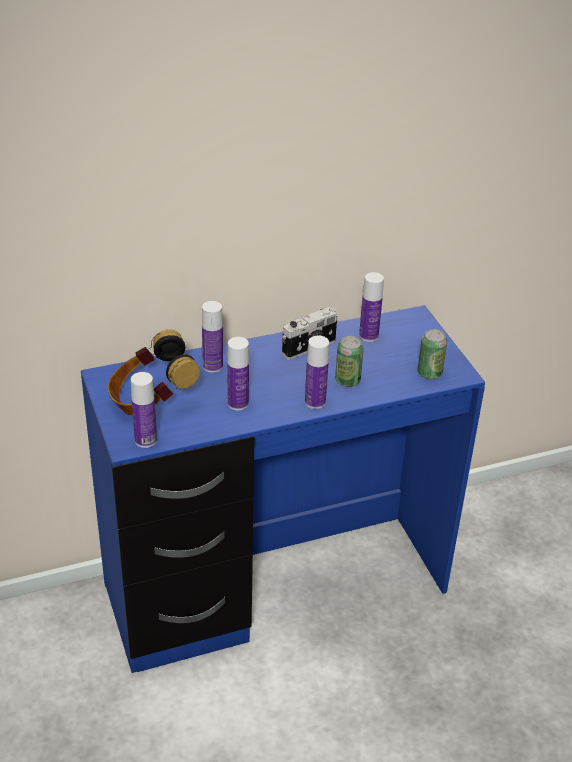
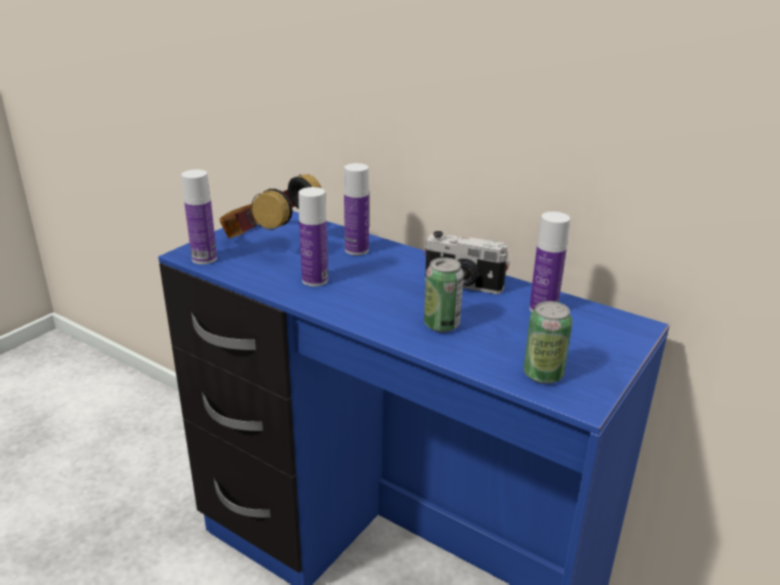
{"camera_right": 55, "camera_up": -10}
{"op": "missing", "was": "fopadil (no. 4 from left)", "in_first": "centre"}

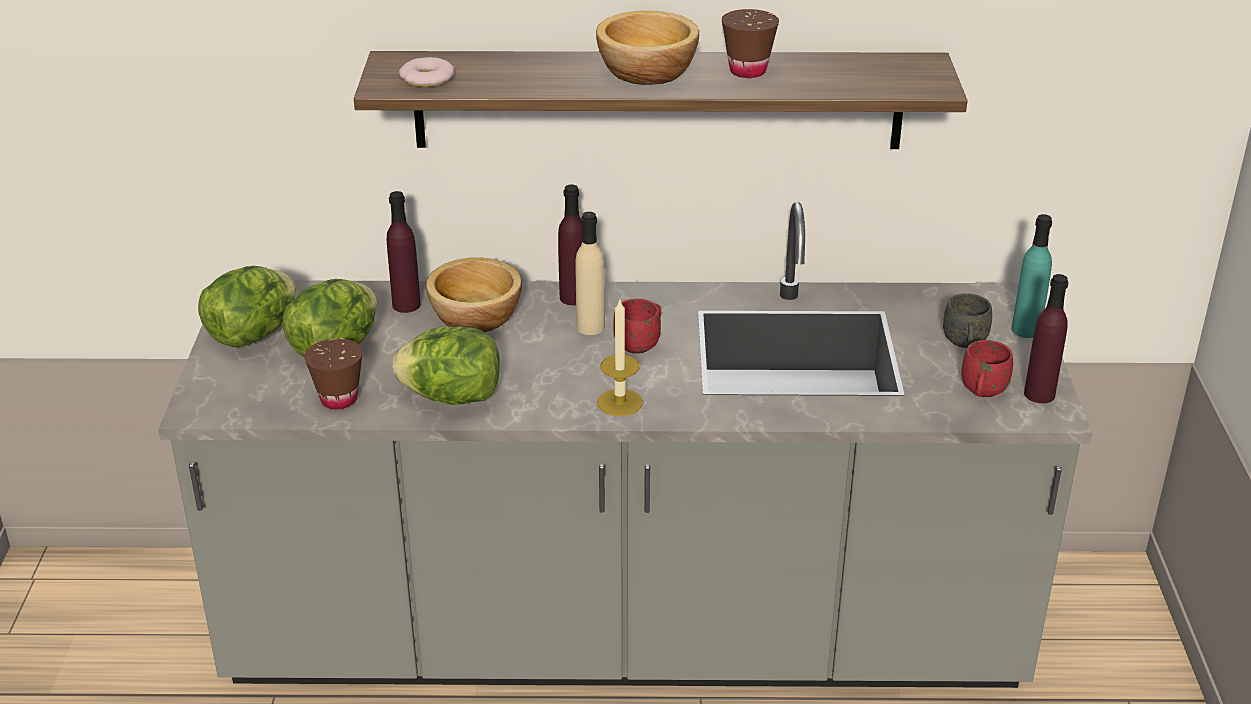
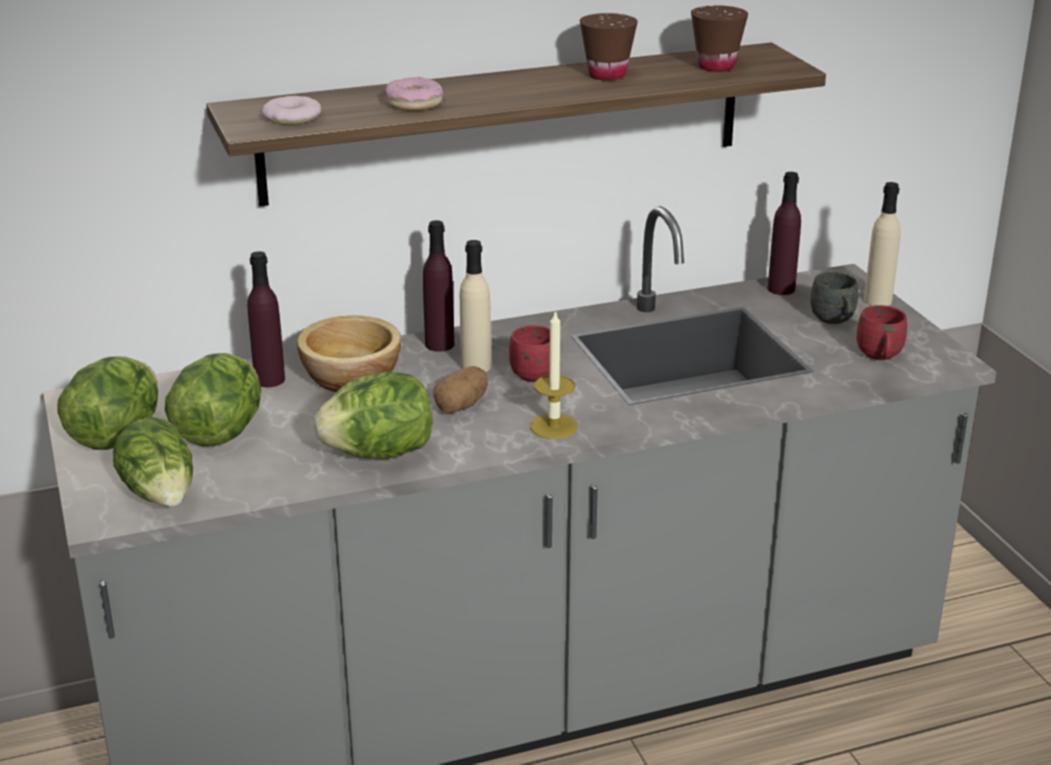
{"camera_right": -20, "camera_up": -5}
{"op": "relocated", "was": "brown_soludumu (no. 1 from left in the first image)", "now": "brown_soludumu (no. 2 from left)", "in_first": "middle left", "in_second": "top right"}
{"op": "missing", "was": "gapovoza (no. 2 from left)", "in_first": "top centre"}
{"op": "colour", "was": "turquoise_fopadil", "now": "beige_fopadil (no. 2 from left)", "in_first": "middle right", "in_second": "top right"}
{"op": "relocated", "was": "purple_fopadil (no. 3 from left)", "in_first": "middle right", "in_second": "top right"}
{"op": "appeared", "now": "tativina (no. 2 from left)", "in_second": "middle left"}
{"op": "appeared", "now": "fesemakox (no. 2 from left)", "in_second": "top centre"}
{"op": "appeared", "now": "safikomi", "in_second": "centre"}

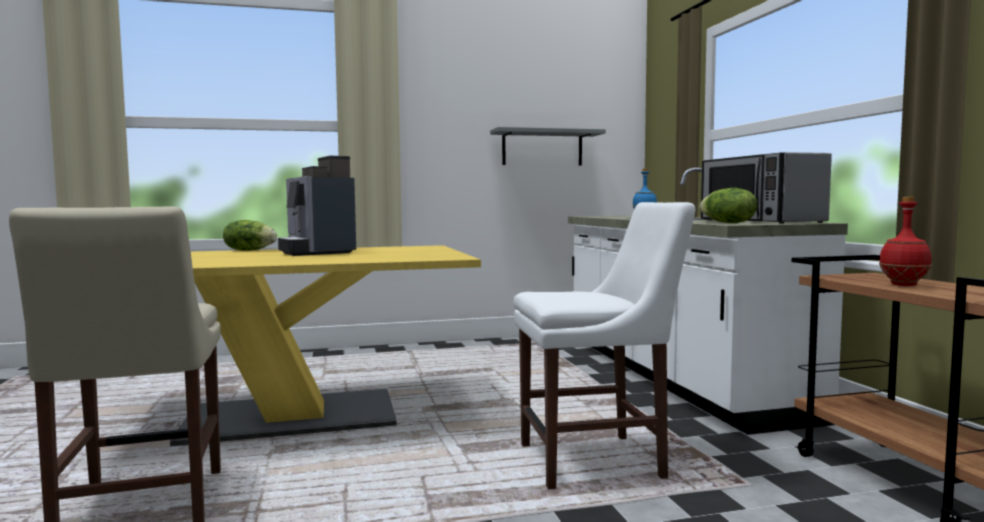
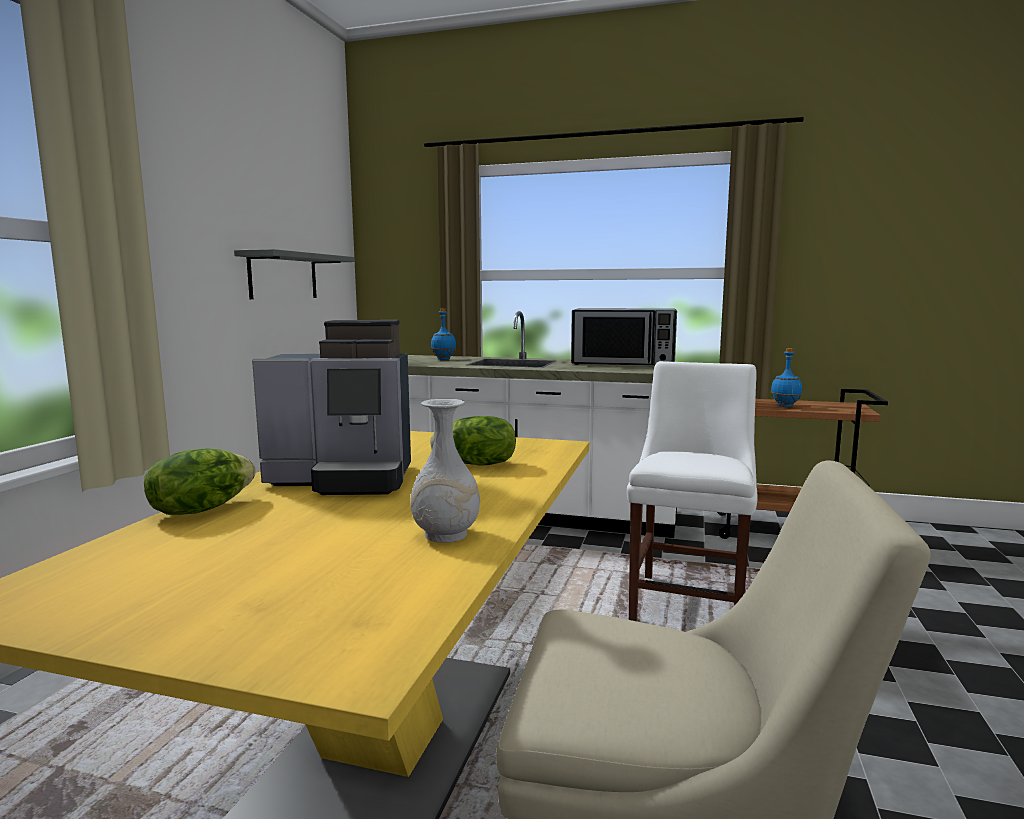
{"camera_right": -60, "camera_up": 5}
{"op": "relocated", "was": "tativina (no. 2 from left)", "in_first": "middle right", "in_second": "centre"}
{"op": "colour", "was": "red_fopadil", "now": "blue_fopadil (no. 2 from left)", "in_first": "middle right", "in_second": "middle right"}
{"op": "appeared", "now": "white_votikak", "in_second": "centre"}

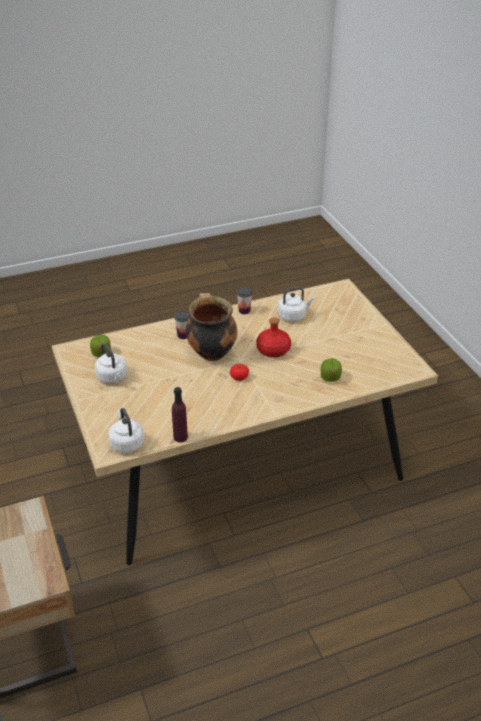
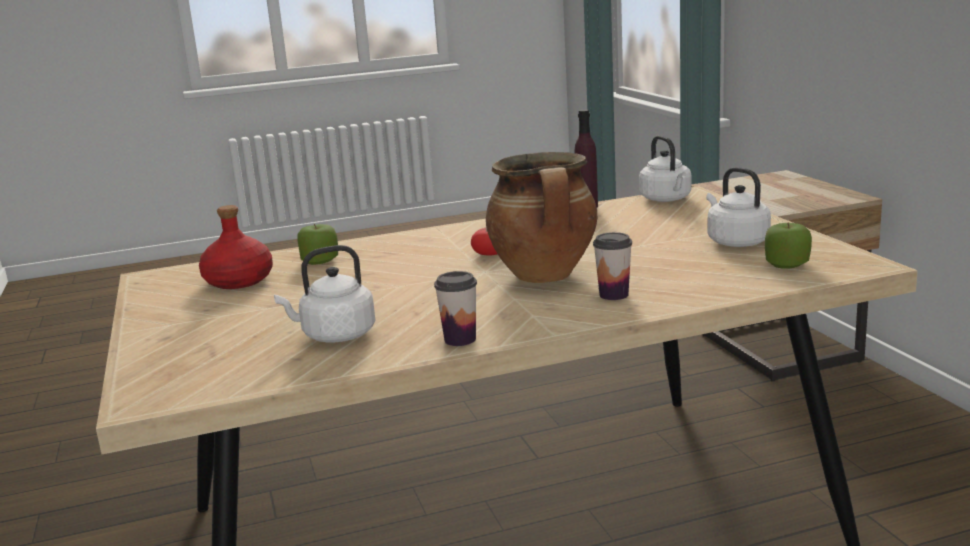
{"camera_right": -175, "camera_up": -20}
{"op": "relocated", "was": "red_fopadil", "in_first": "centre", "in_second": "middle left"}

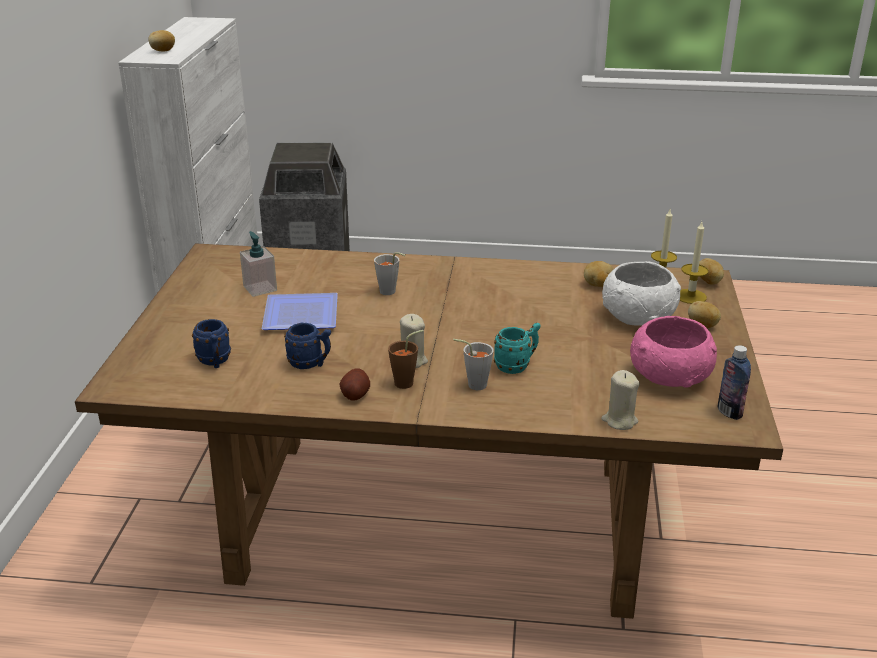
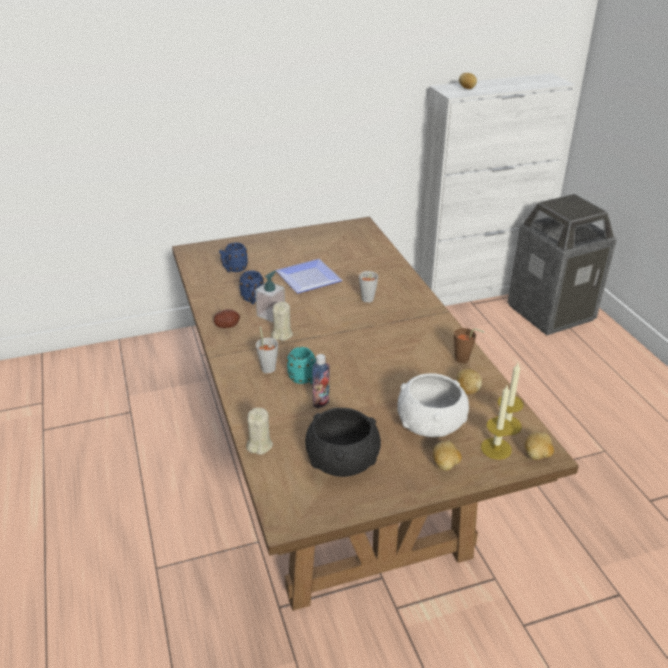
{"camera_right": 65, "camera_up": 5}
{"op": "relocated", "was": "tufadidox", "in_first": "middle left", "in_second": "centre"}
{"op": "relocated", "was": "brown_soludumu", "in_first": "centre", "in_second": "middle right"}
{"op": "colour", "was": "pink_gapovoza", "now": "black_gapovoza", "in_first": "middle right", "in_second": "centre"}
{"op": "relocated", "was": "fopadil", "in_first": "middle right", "in_second": "centre"}

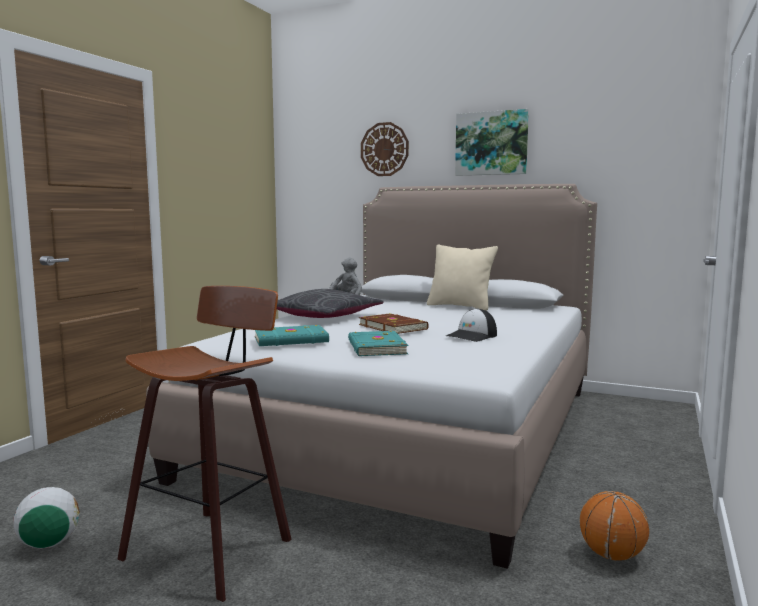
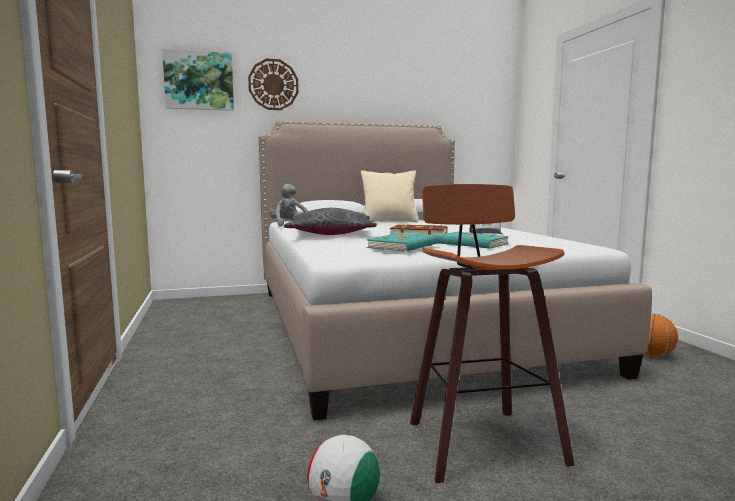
{"camera_right": -40, "camera_up": 0}
{"op": "relocated", "was": "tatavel", "in_first": "top centre", "in_second": "top left"}

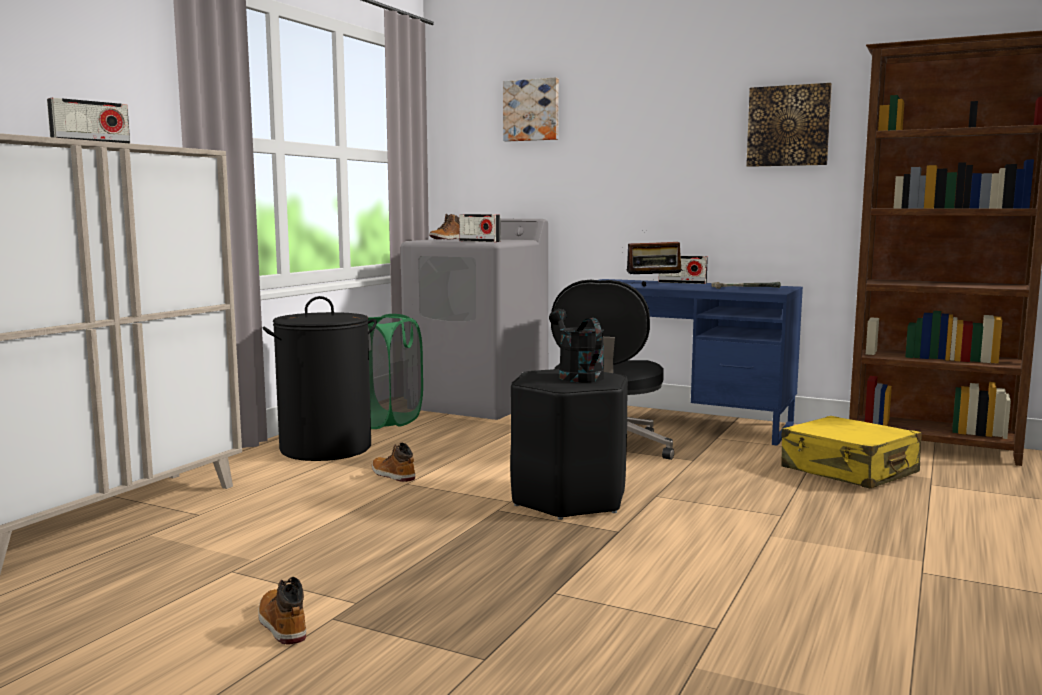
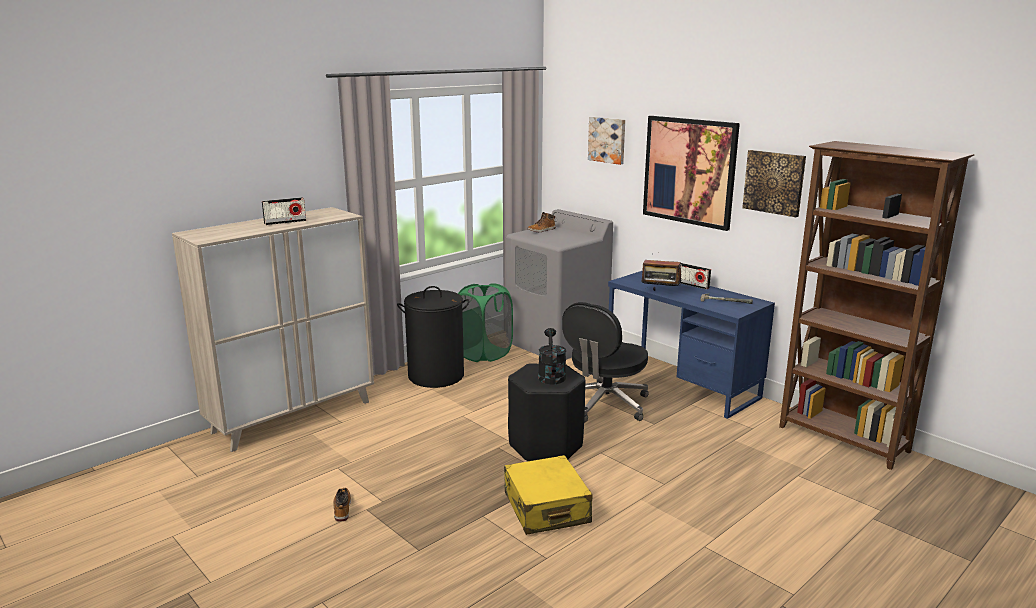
{"camera_right": 20, "camera_up": 10}
{"op": "missing", "was": "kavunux (no. 2 from left)", "in_first": "centre"}
{"op": "missing", "was": "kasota (no. 2 from left)", "in_first": "top centre"}
{"op": "relocated", "was": "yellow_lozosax", "in_first": "middle right", "in_second": "bottom centre"}
{"op": "appeared", "now": "tatavel (no. 2 from left)", "in_second": "top right"}

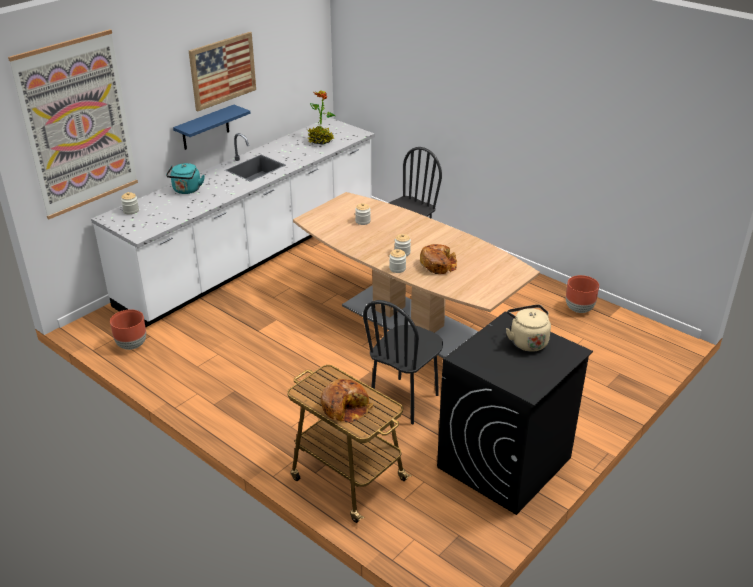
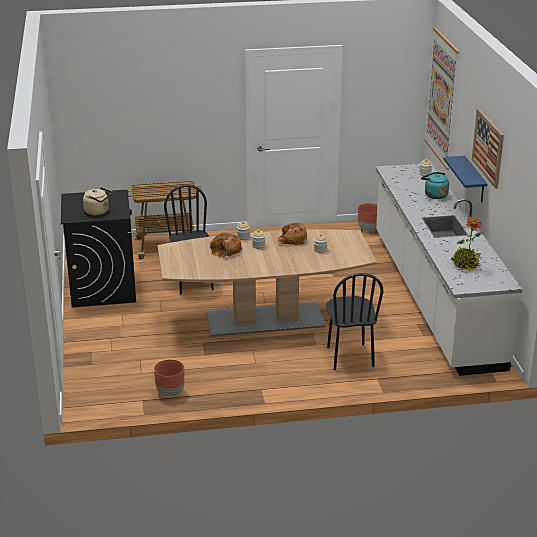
{"camera_right": 130, "camera_up": -5}
{"op": "relocated", "was": "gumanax (no. 1 from left in the first image)", "now": "gumanax (no. 2 from left)", "in_first": "bottom centre", "in_second": "centre"}

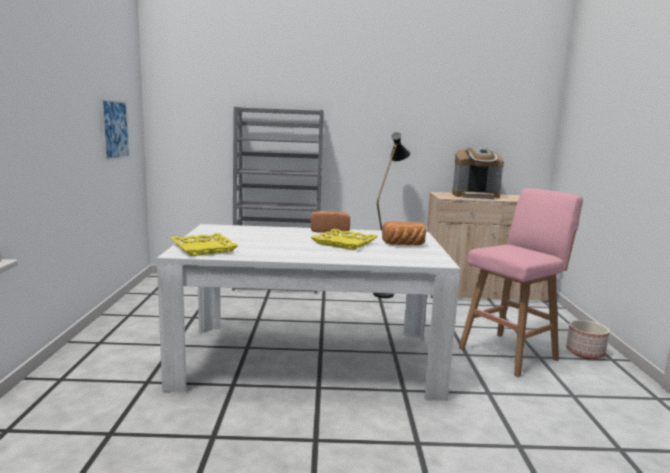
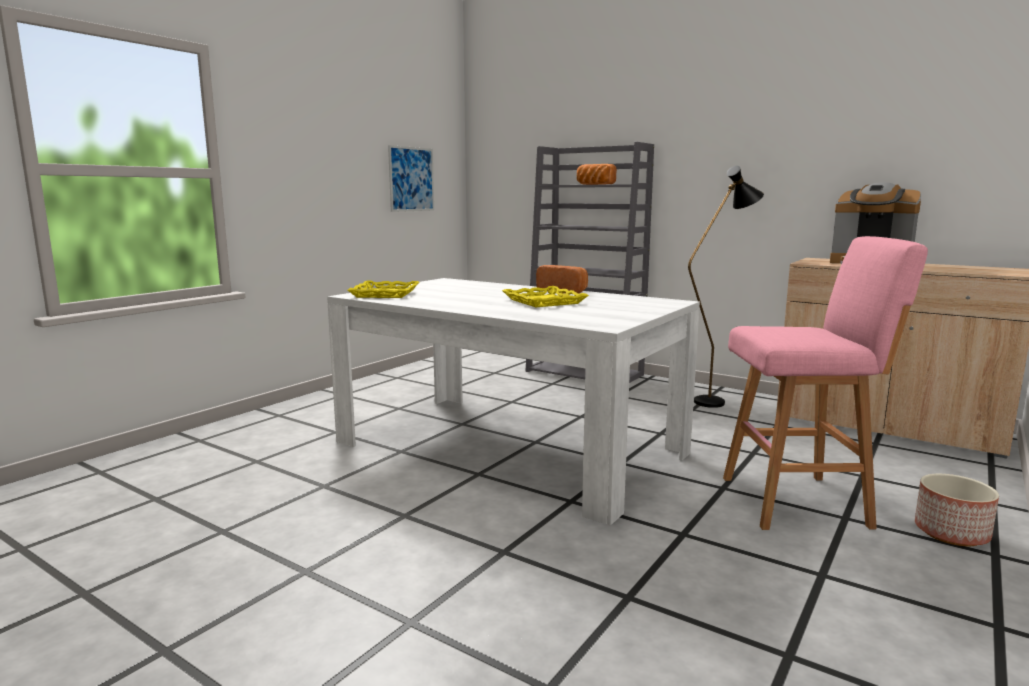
{"camera_right": 35, "camera_up": 0}
{"op": "relocated", "was": "gumanax (no. 2 from left)", "in_first": "centre", "in_second": "top centre"}

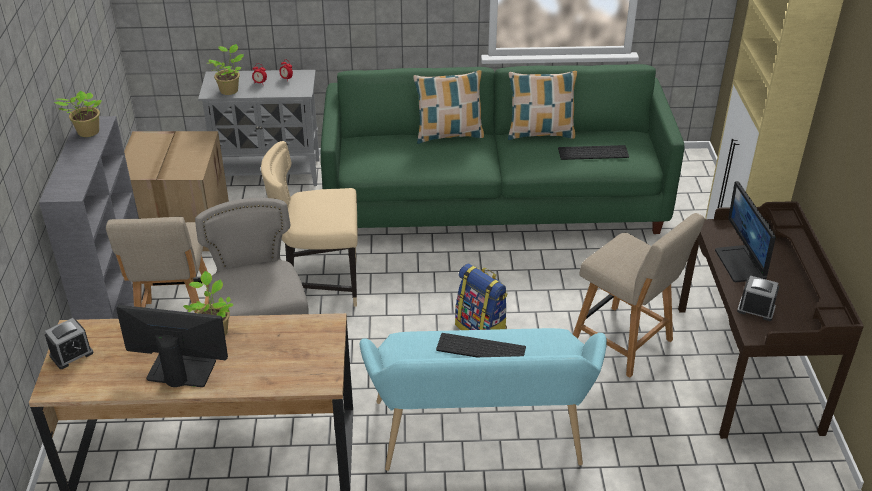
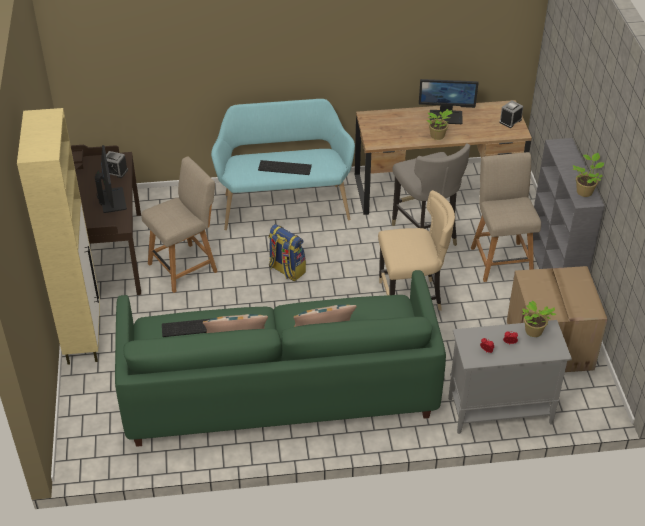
{"camera_right": 175, "camera_up": 5}
{"op": "spun", "was": "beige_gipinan (no. 3 from left in the first image)", "in_first": "middle right", "in_second": "middle left", "clockwise": 105}

